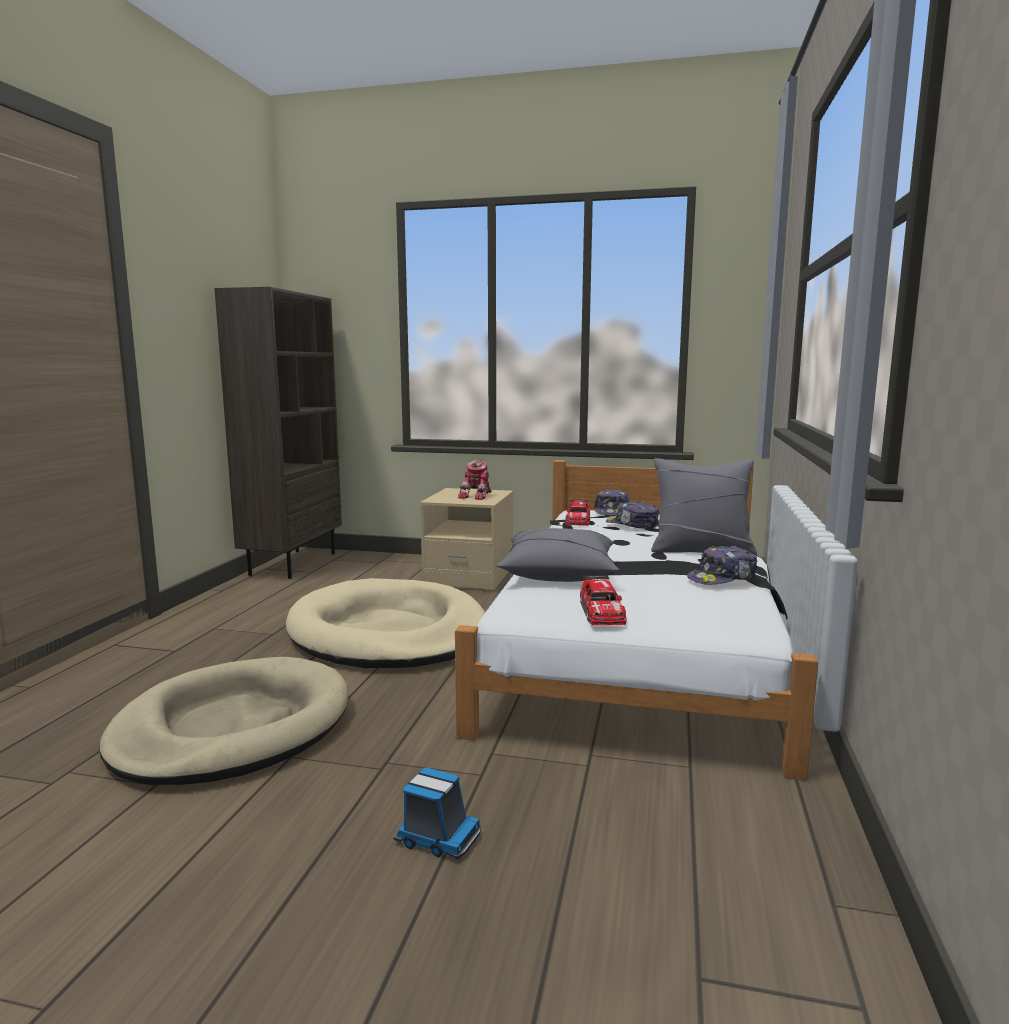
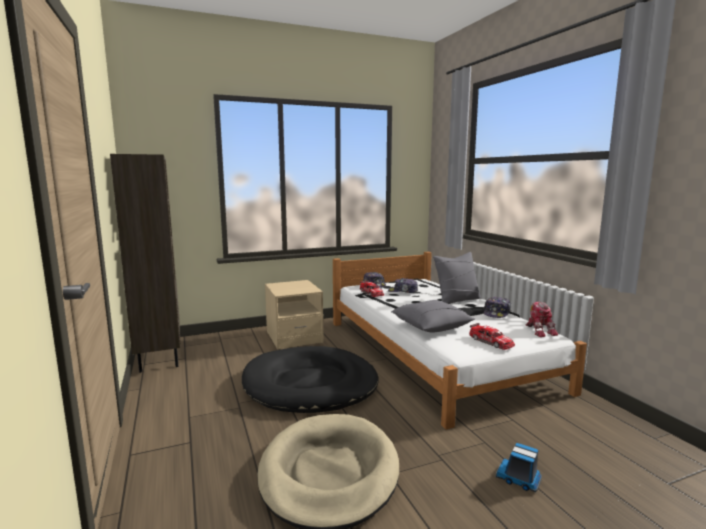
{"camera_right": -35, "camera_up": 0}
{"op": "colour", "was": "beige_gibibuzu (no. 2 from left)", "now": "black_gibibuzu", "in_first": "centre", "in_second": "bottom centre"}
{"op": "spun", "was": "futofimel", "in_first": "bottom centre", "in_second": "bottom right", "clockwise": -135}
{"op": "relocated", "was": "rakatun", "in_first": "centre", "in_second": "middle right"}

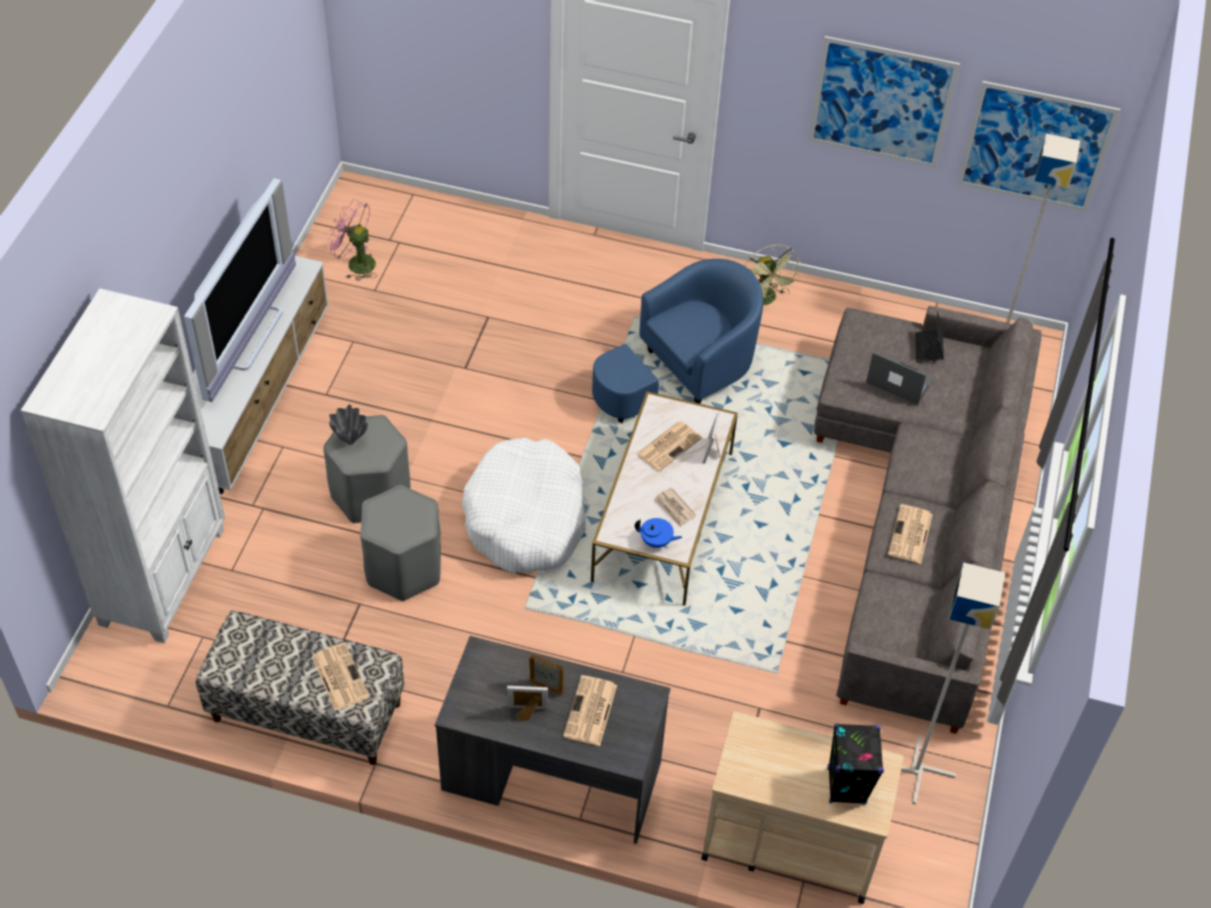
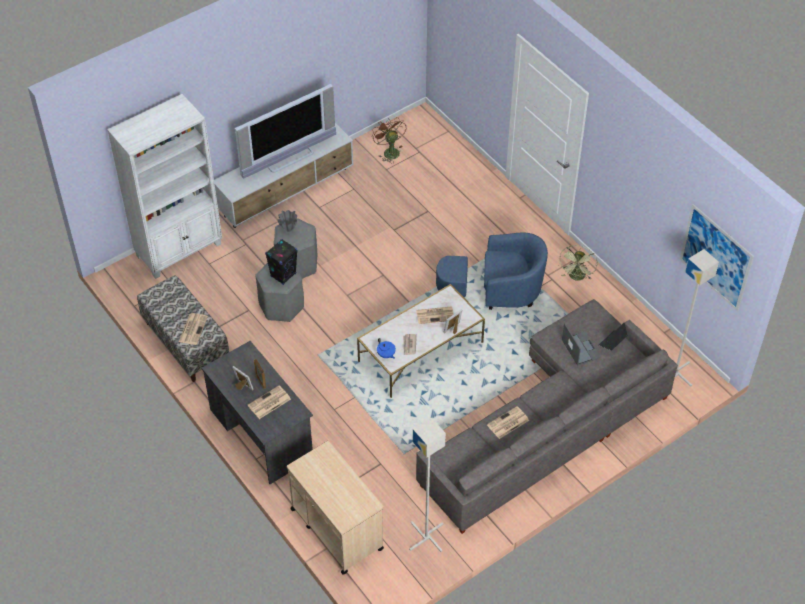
{"camera_right": 40, "camera_up": 0}
{"op": "colour", "was": "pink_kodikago", "now": "brown_kodikago", "in_first": "top left", "in_second": "top centre"}
{"op": "missing", "was": "white_gibibuzu", "in_first": "centre"}
{"op": "missing", "was": "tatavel (no. 1 from left)", "in_first": "top right"}
{"op": "relocated", "was": "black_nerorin", "in_first": "bottom right", "in_second": "centre"}

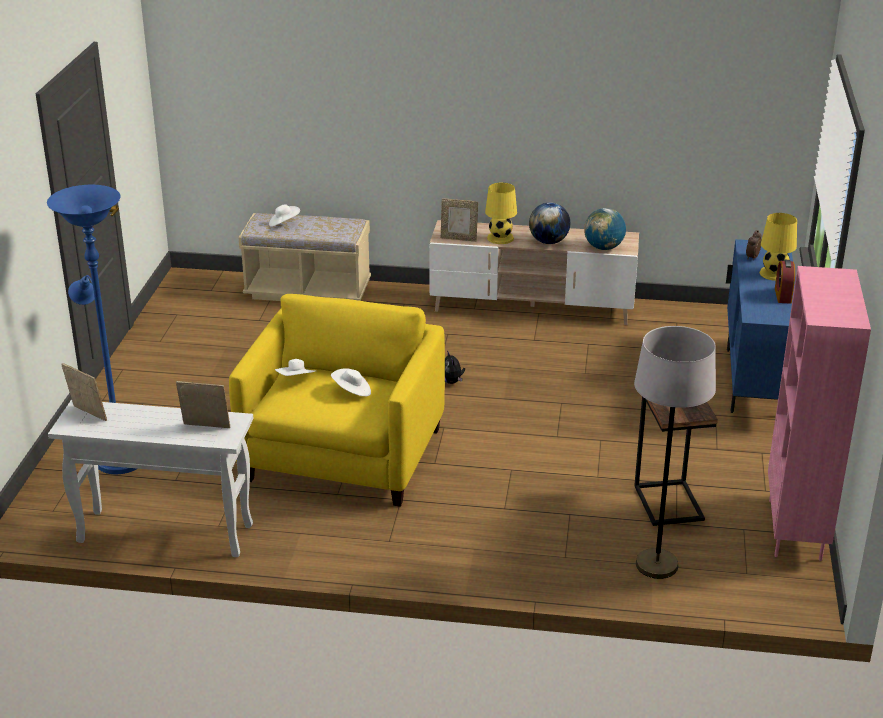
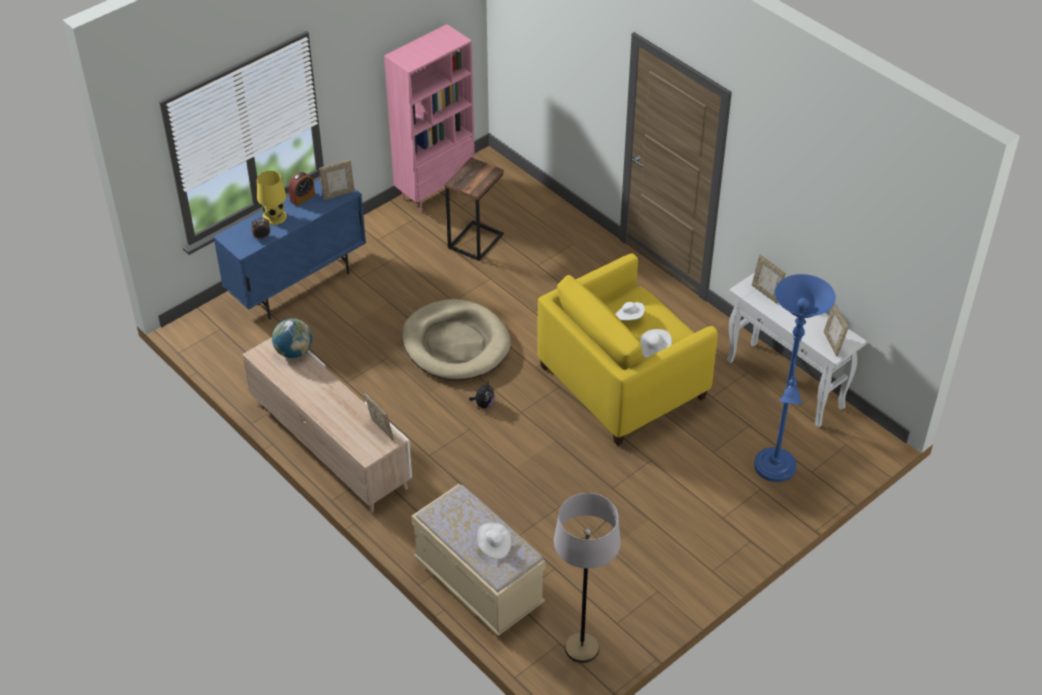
{"camera_right": -140, "camera_up": 15}
{"op": "missing", "was": "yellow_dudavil (no. 1 from left)", "in_first": "top centre"}
{"op": "missing", "was": "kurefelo (no. 1 from left)", "in_first": "top centre"}
{"op": "relocated", "was": "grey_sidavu", "in_first": "middle right", "in_second": "bottom centre"}
{"op": "appeared", "now": "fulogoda (no. 1 from left)", "in_second": "top left"}
{"op": "appeared", "now": "beige_gibibuzu", "in_second": "centre"}

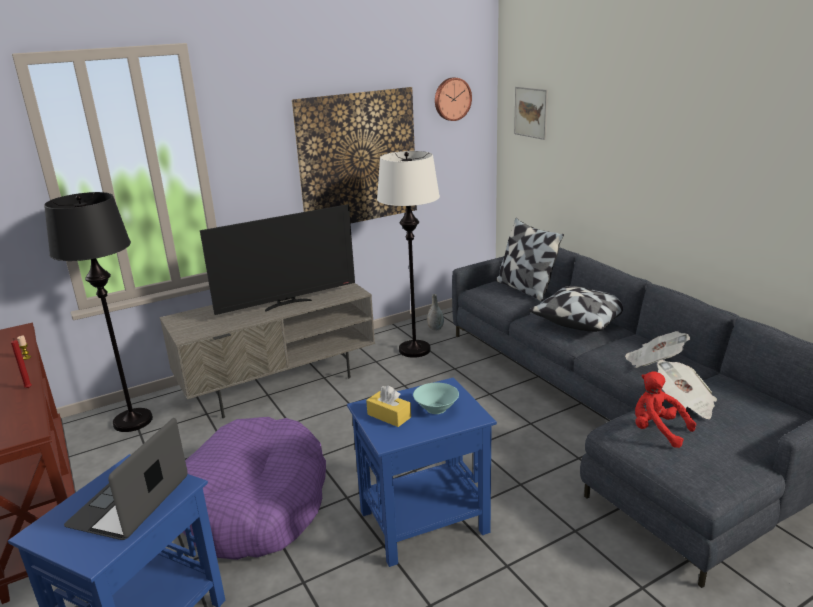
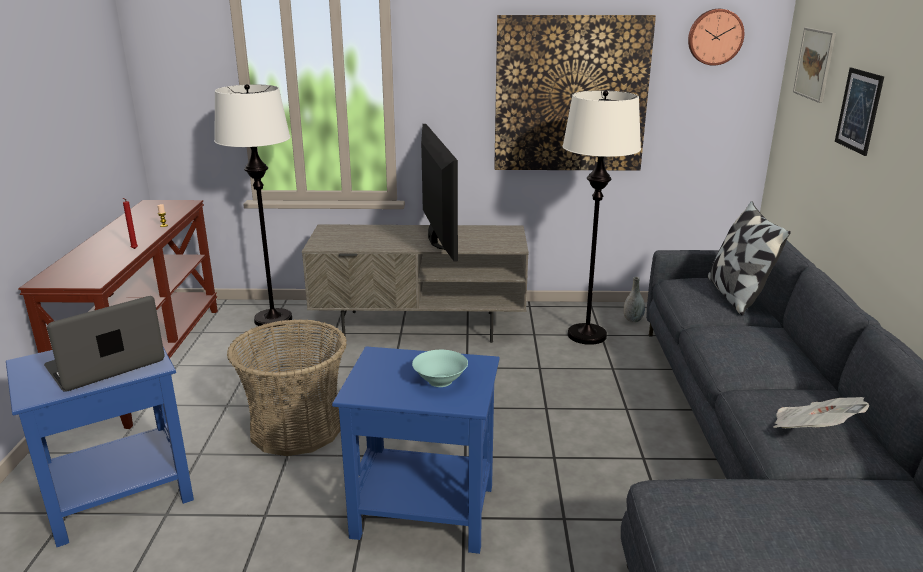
{"camera_right": 30, "camera_up": 0}
{"op": "colour", "was": "black_sidavu", "now": "white_sidavu (no. 1 from left)", "in_first": "middle left", "in_second": "middle left"}
{"op": "exchanged", "was": "purple_gibibuzu", "now": "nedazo", "in_first": "bottom left", "in_second": "bottom left"}
{"op": "spun", "was": "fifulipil", "in_first": "centre", "in_second": "centre", "clockwise": -105}
{"op": "missing", "was": "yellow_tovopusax", "in_first": "bottom centre"}
{"op": "missing", "was": "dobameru (no. 2 from left)", "in_first": "middle right"}
{"op": "missing", "was": "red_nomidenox", "in_first": "bottom right"}
{"op": "missing", "was": "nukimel (no. 2 from left)", "in_first": "middle right"}
{"op": "appeared", "now": "tatavel (no. 3 from left)", "in_second": "top right"}

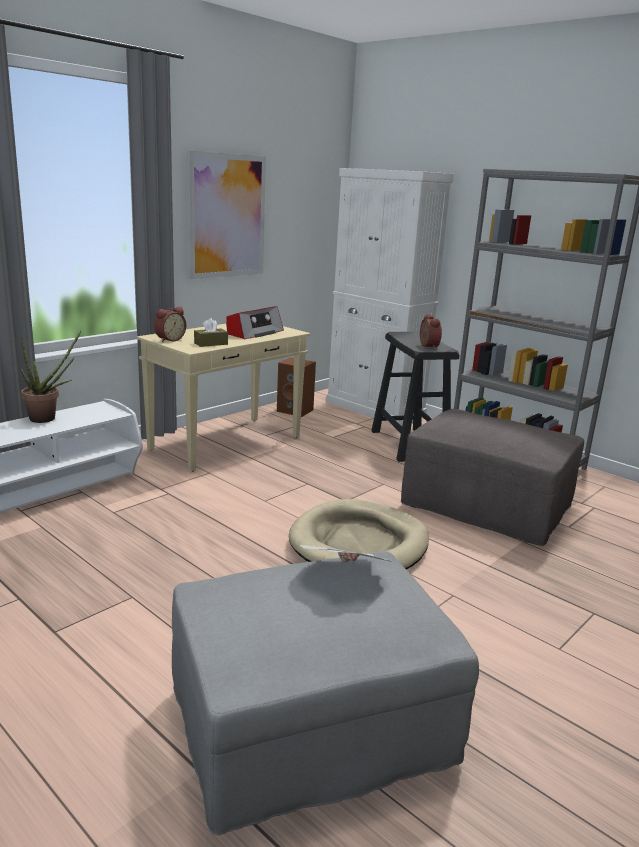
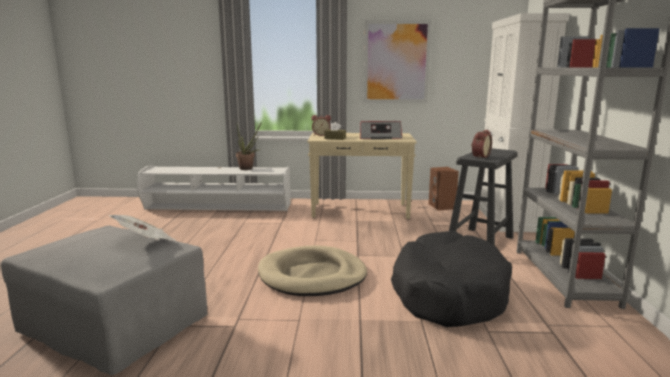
{"camera_right": 50, "camera_up": -5}
{"op": "exchanged", "was": "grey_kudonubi (no. 2 from left)", "now": "black_gibibuzu", "in_first": "middle right", "in_second": "bottom right"}

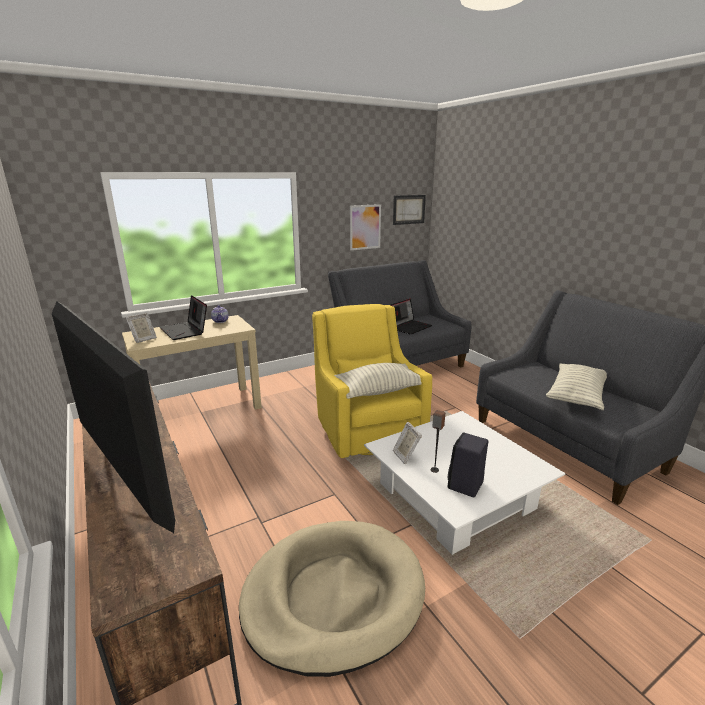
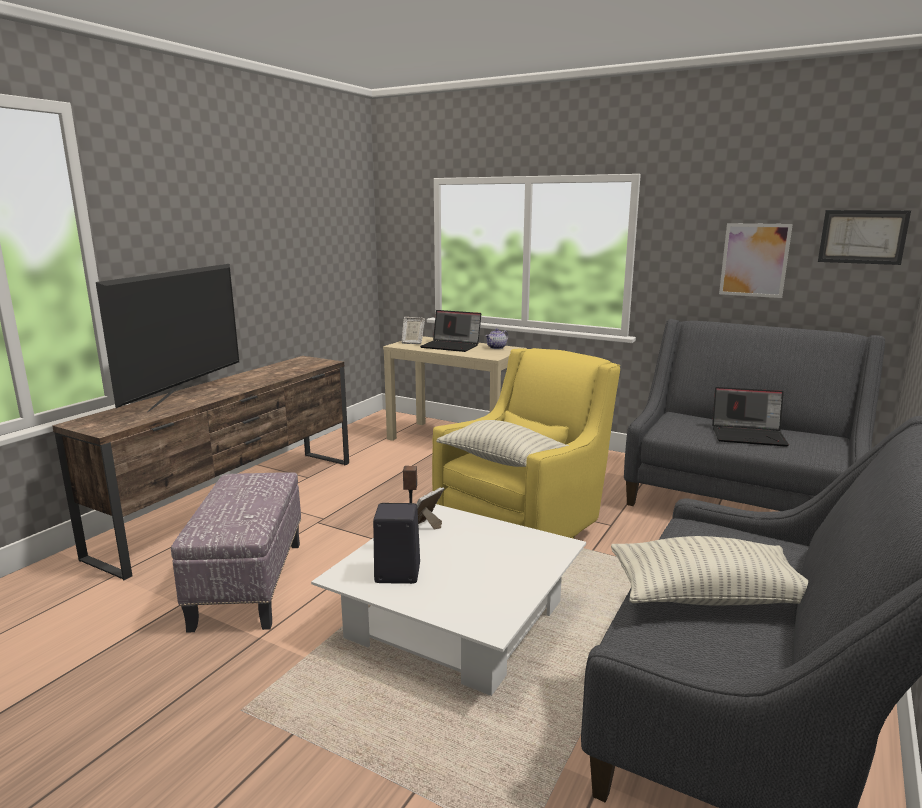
{"camera_right": 60, "camera_up": -5}
{"op": "spun", "was": "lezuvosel (no. 1 from left)", "in_first": "middle left", "in_second": "centre", "clockwise": -90}
{"op": "exchanged", "was": "beige_gibibuzu", "now": "kudonubi", "in_first": "bottom centre", "in_second": "bottom left"}

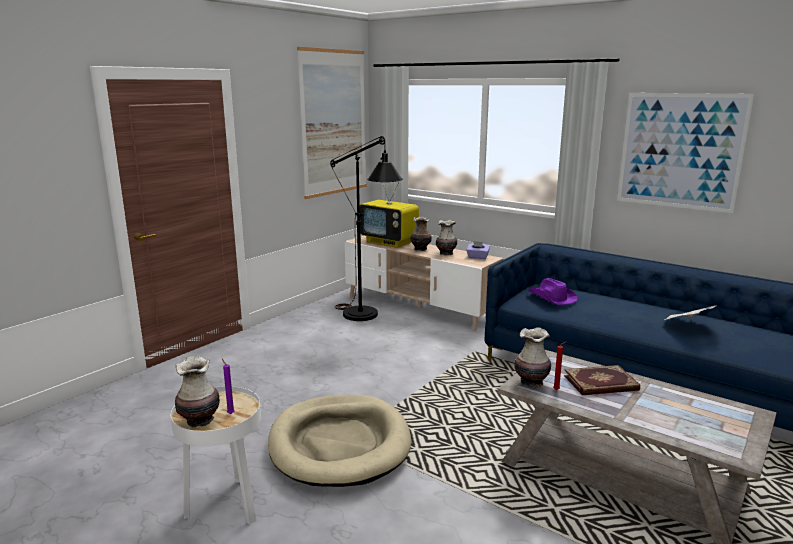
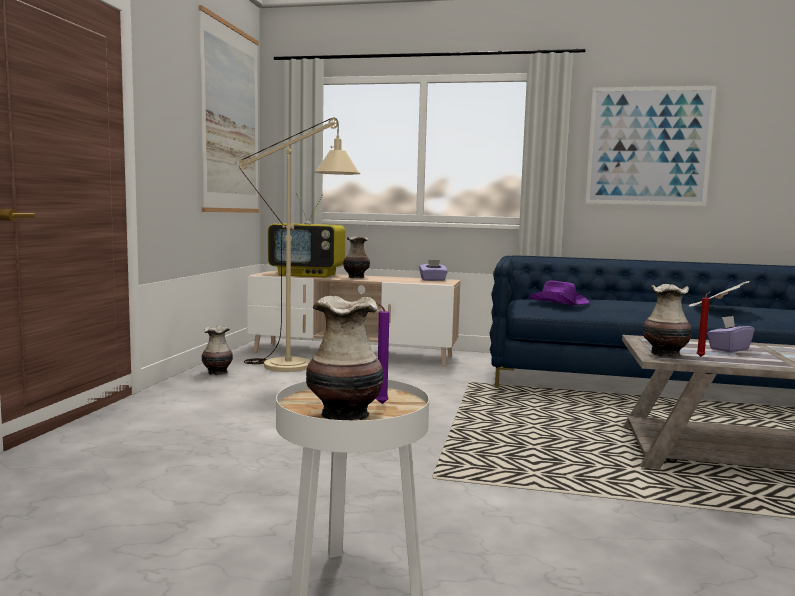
{"camera_right": -25, "camera_up": -10}
{"op": "missing", "was": "beige_gibibuzu", "in_first": "bottom centre"}
{"op": "colour", "was": "black_sidavu", "now": "beige_sidavu", "in_first": "centre", "in_second": "centre"}
{"op": "relocated", "was": "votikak (no. 3 from left in the first image)", "now": "votikak (no. 1 from left)", "in_first": "centre", "in_second": "middle left"}
{"op": "exchanged", "was": "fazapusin", "now": "purple_tovopusax (no. 2 from left)", "in_first": "bottom right", "in_second": "middle right"}

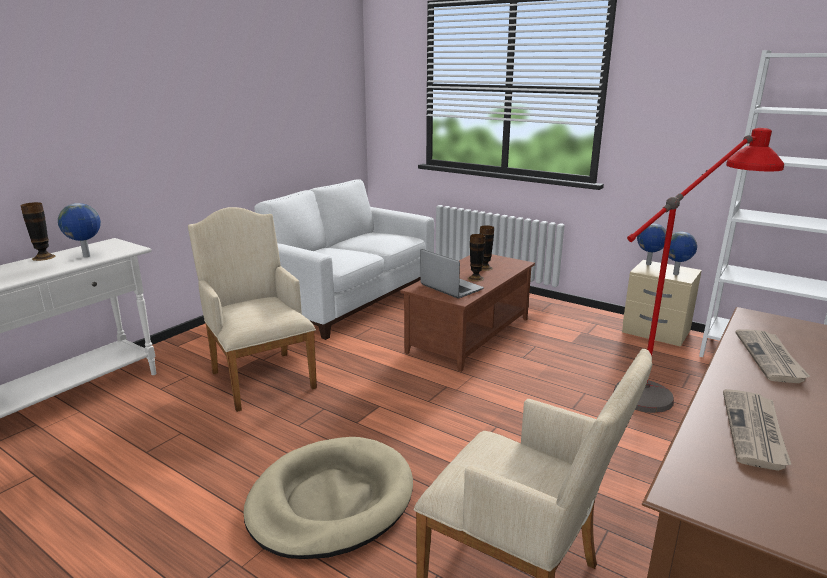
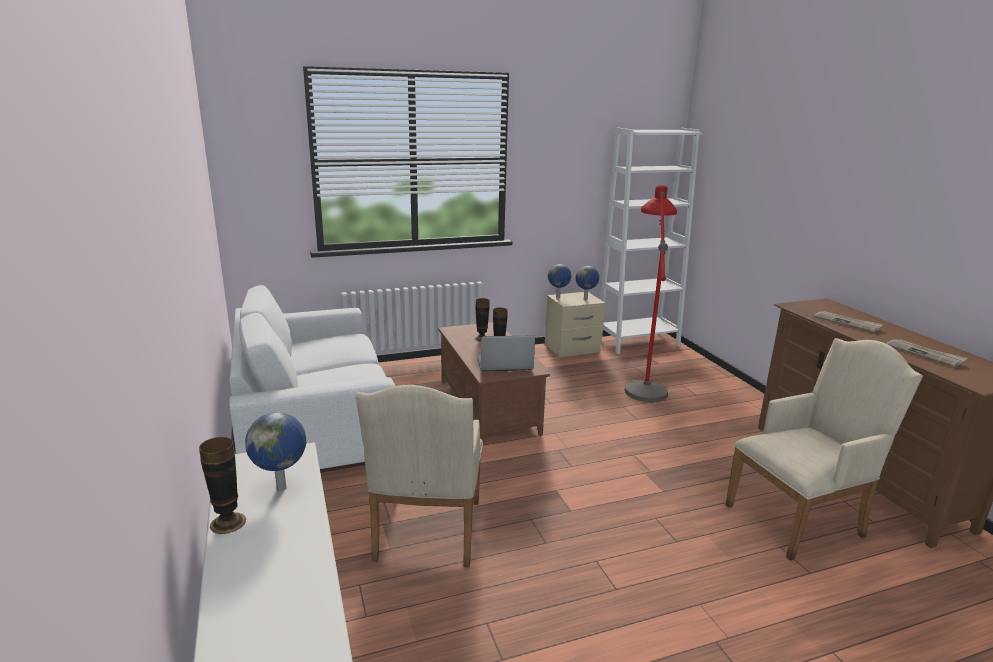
{"camera_right": -55, "camera_up": 0}
{"op": "spun", "was": "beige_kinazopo (no. 1 from left)", "in_first": "middle left", "in_second": "bottom centre", "clockwise": -90}
{"op": "missing", "was": "beige_gibibuzu", "in_first": "bottom centre"}

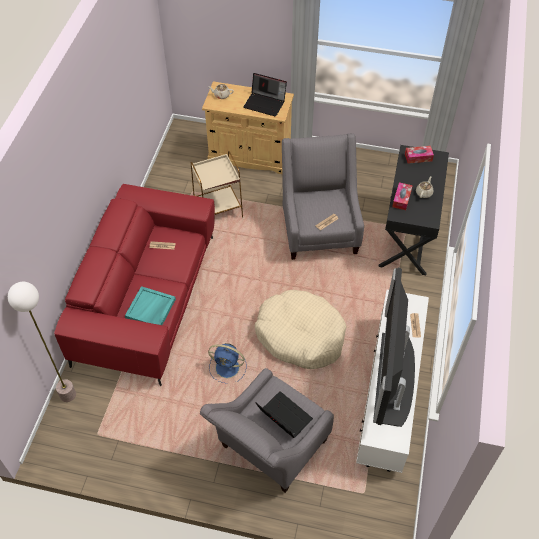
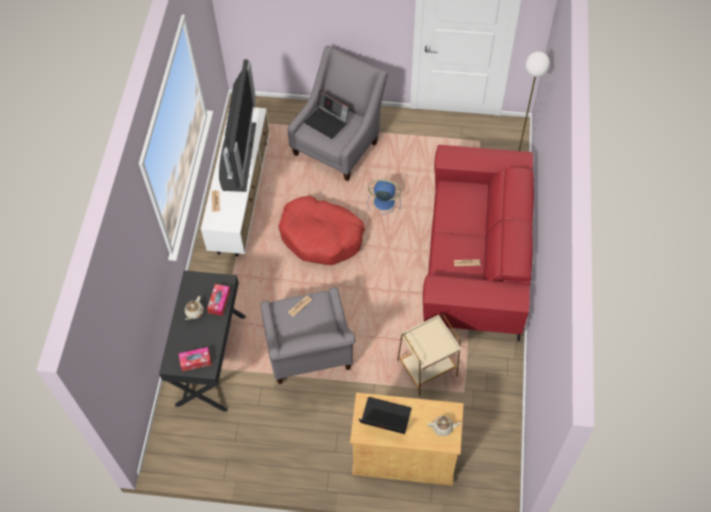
{"camera_right": 175, "camera_up": 5}
{"op": "missing", "was": "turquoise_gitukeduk", "in_first": "middle left"}
{"op": "colour", "was": "beige_gibibuzu", "now": "red_gibibuzu", "in_first": "centre", "in_second": "centre"}

